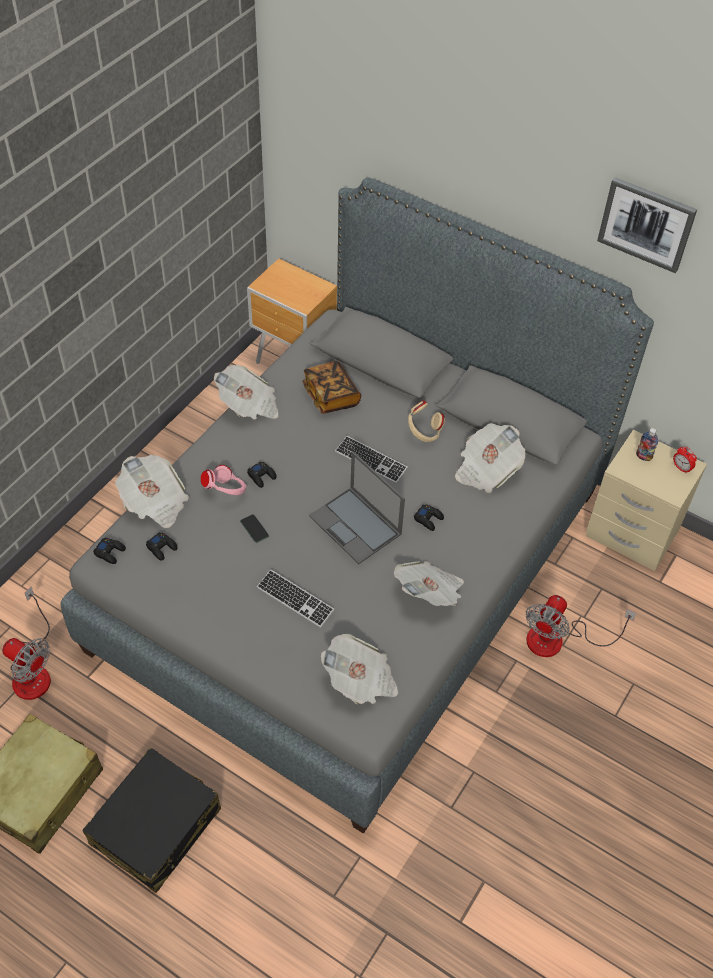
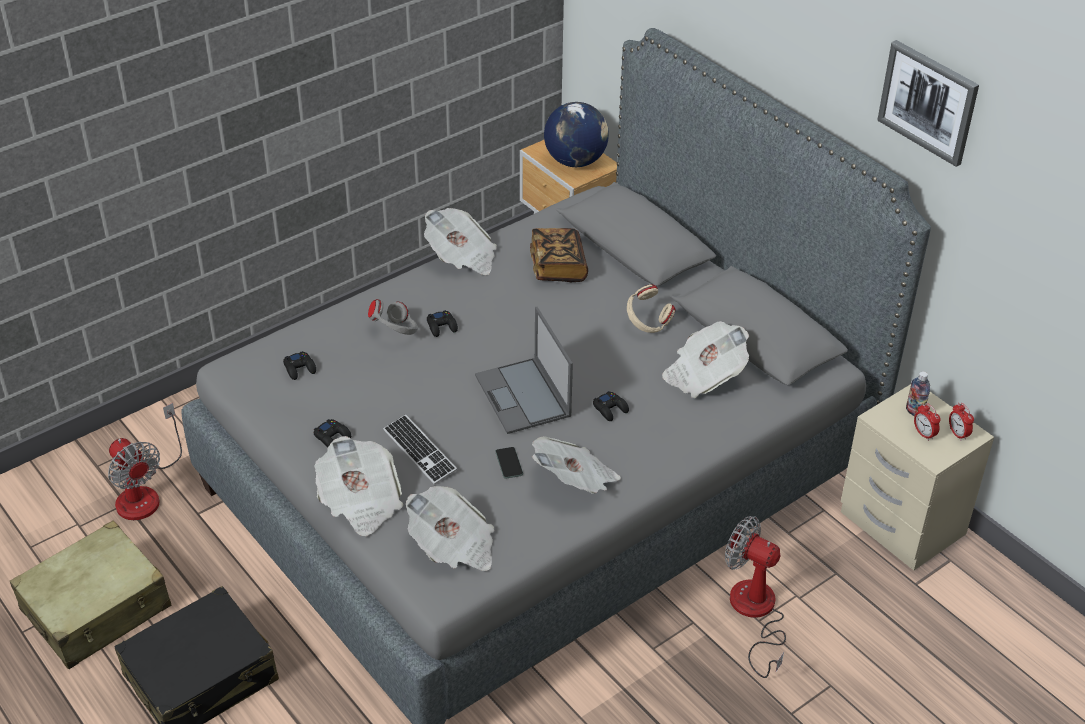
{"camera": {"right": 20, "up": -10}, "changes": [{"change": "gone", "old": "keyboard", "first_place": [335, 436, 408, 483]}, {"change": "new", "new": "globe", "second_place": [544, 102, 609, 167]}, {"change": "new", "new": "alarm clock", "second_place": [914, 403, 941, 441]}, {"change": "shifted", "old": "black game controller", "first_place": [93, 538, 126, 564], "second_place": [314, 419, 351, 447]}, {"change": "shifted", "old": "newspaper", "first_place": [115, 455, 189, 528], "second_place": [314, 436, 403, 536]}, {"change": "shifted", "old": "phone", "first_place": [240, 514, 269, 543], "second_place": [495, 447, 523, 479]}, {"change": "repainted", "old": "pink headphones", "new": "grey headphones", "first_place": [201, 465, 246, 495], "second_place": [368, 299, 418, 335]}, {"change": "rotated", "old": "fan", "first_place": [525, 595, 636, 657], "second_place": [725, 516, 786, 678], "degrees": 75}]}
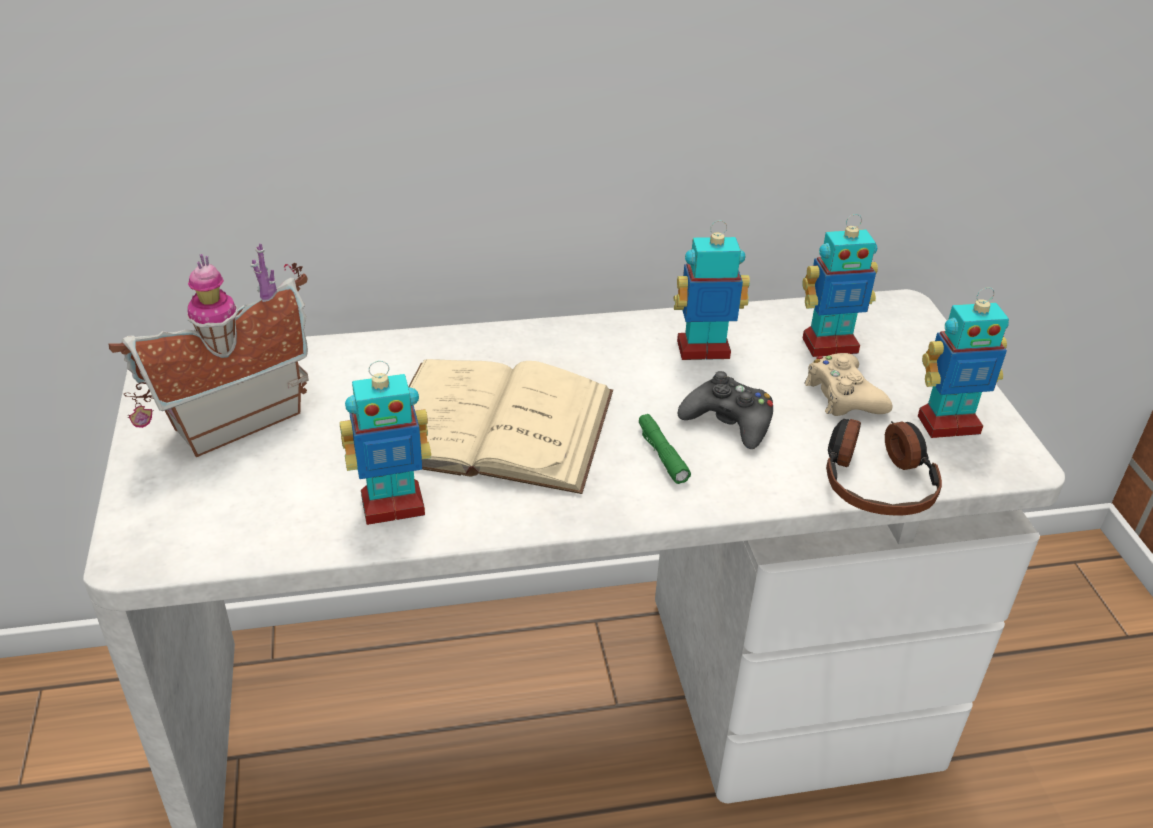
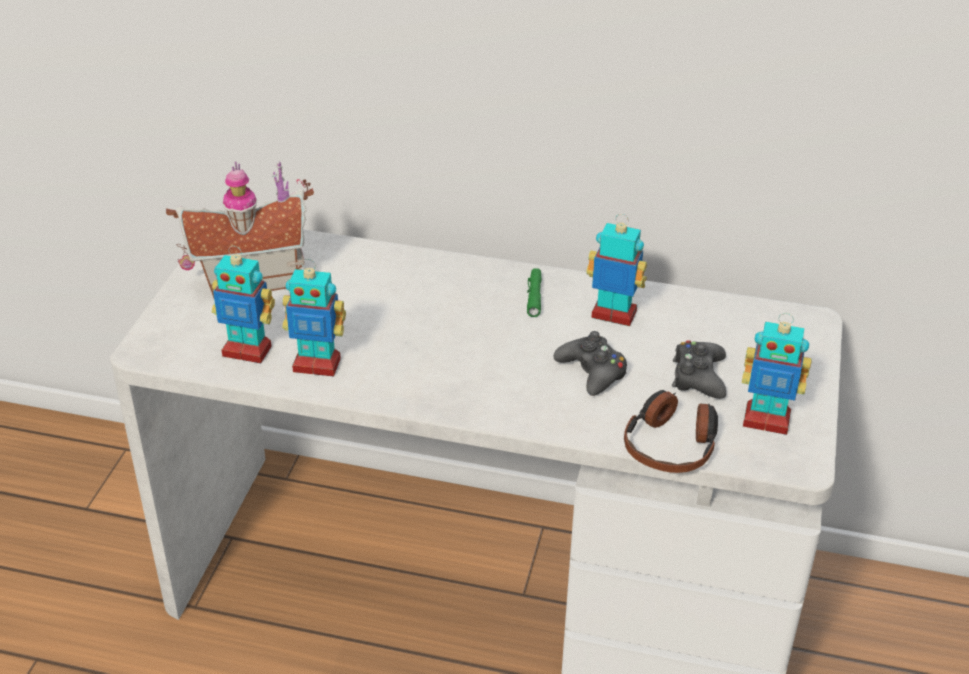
{"camera": {"right": 25, "up": 0}, "changes": [{"change": "gone", "old": "beige book", "first_place": [408, 359, 613, 494]}, {"change": "shifted", "old": "green flashlight", "first_place": [639, 414, 691, 484], "second_place": [527, 268, 541, 317]}, {"change": "shifted", "old": "toy robot", "first_place": [802, 214, 878, 357], "second_place": [212, 246, 275, 363]}, {"change": "repainted", "old": "beige game controller", "new": "black game controller", "first_place": [804, 353, 893, 416], "second_place": [672, 341, 726, 399]}]}
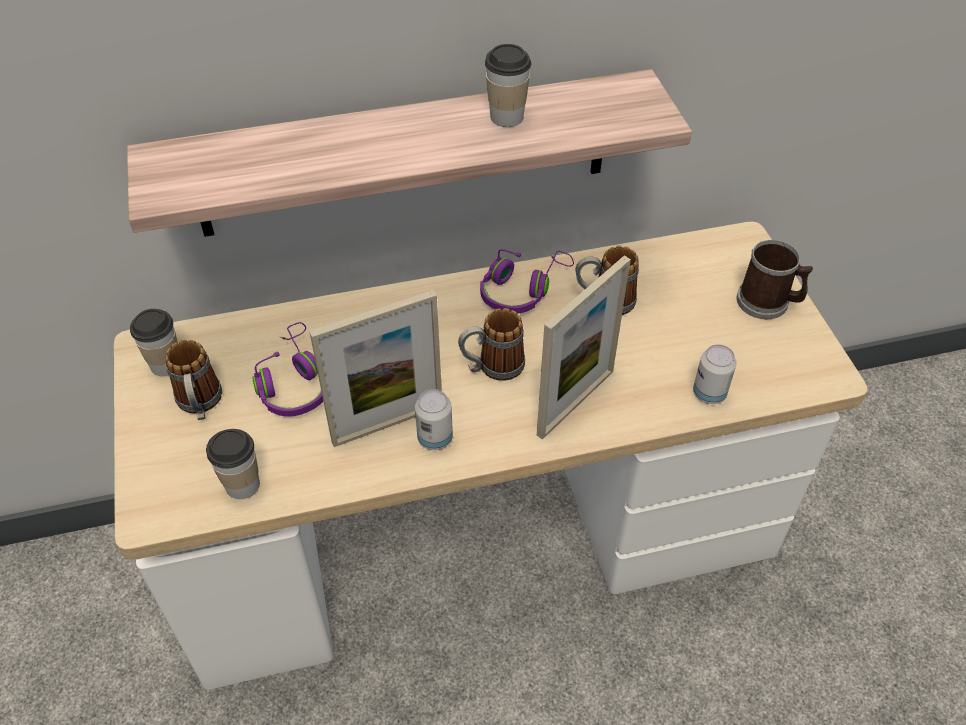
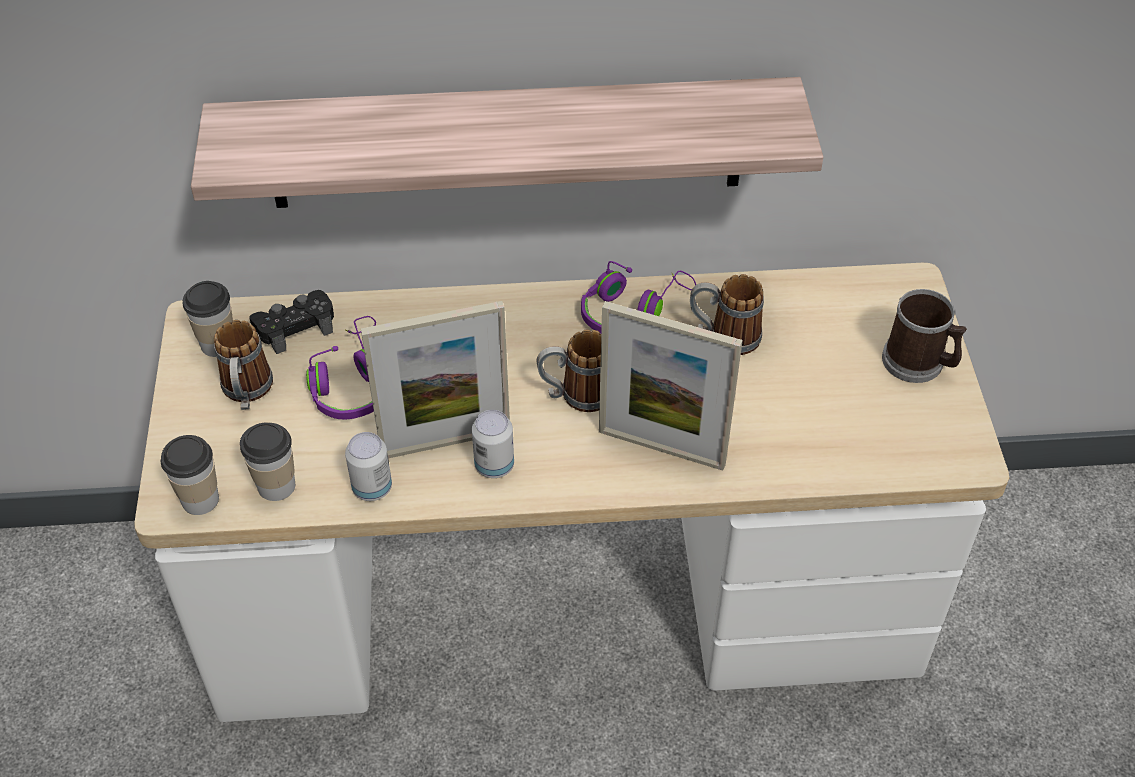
{"camera": {"right": 10, "up": 0}, "changes": [{"change": "new", "new": "black game controller", "second_place": [249, 290, 334, 354]}, {"change": "shifted", "old": "cup", "first_place": [485, 44, 531, 127], "second_place": [161, 435, 219, 515]}, {"change": "shifted", "old": "can", "first_place": [693, 344, 736, 404], "second_place": [345, 432, 392, 501]}, {"change": "rotated", "old": "picture frame", "first_place": [537, 256, 631, 439], "second_place": [599, 301, 743, 471], "degrees": 60}]}
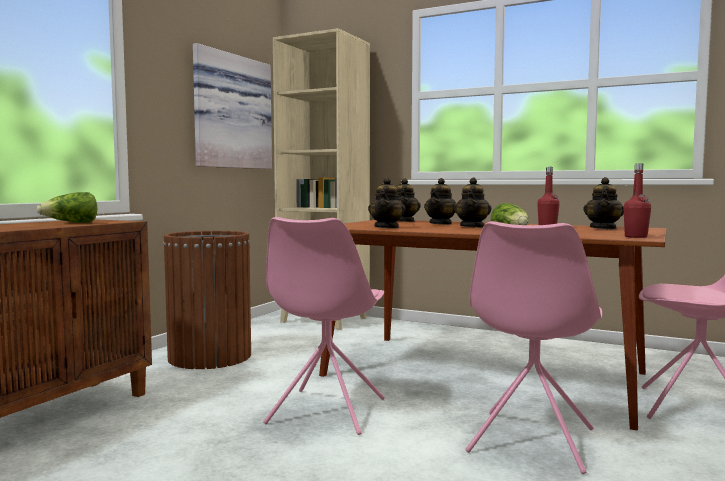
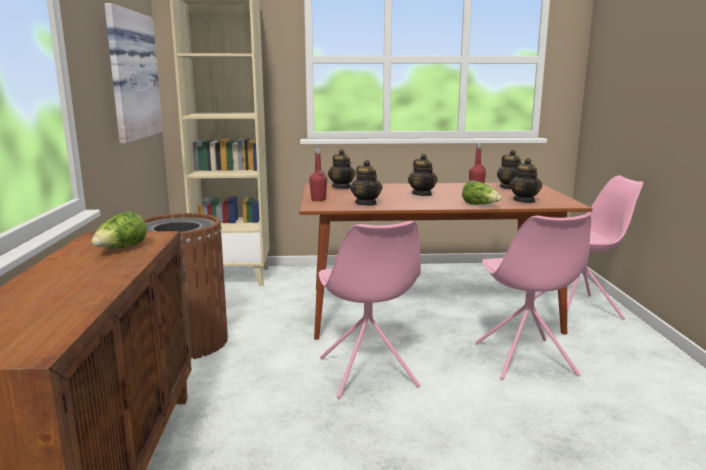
{"camera": {"right": -30, "up": 10}, "changes": [{"change": "shifted", "old": "teapot", "first_place": [424, 178, 456, 225], "second_place": [510, 158, 542, 203]}, {"change": "shifted", "old": "red bottle", "first_place": [623, 163, 651, 238], "second_place": [309, 148, 327, 201]}]}
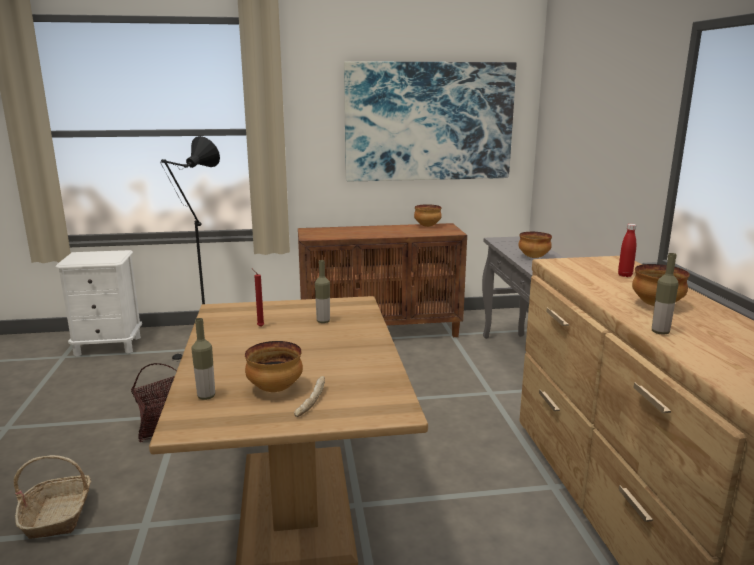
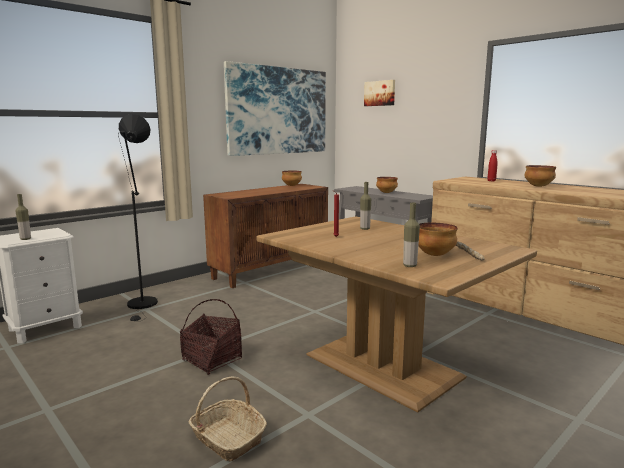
{"camera": {"right": -35, "up": -5}, "changes": [{"change": "new", "new": "picture", "second_place": [364, 80, 395, 106]}, {"change": "shifted", "old": "bottle", "first_place": [652, 253, 679, 334], "second_place": [15, 194, 31, 240]}]}
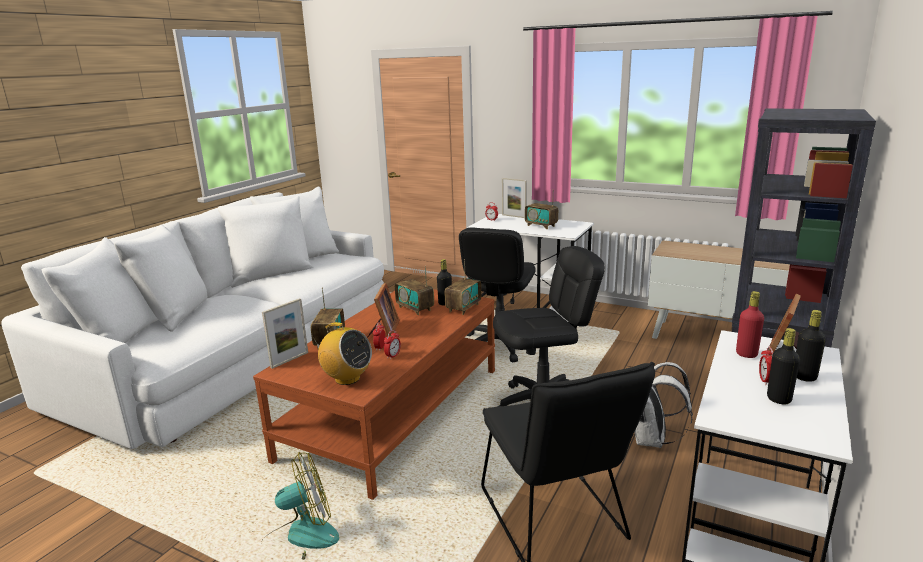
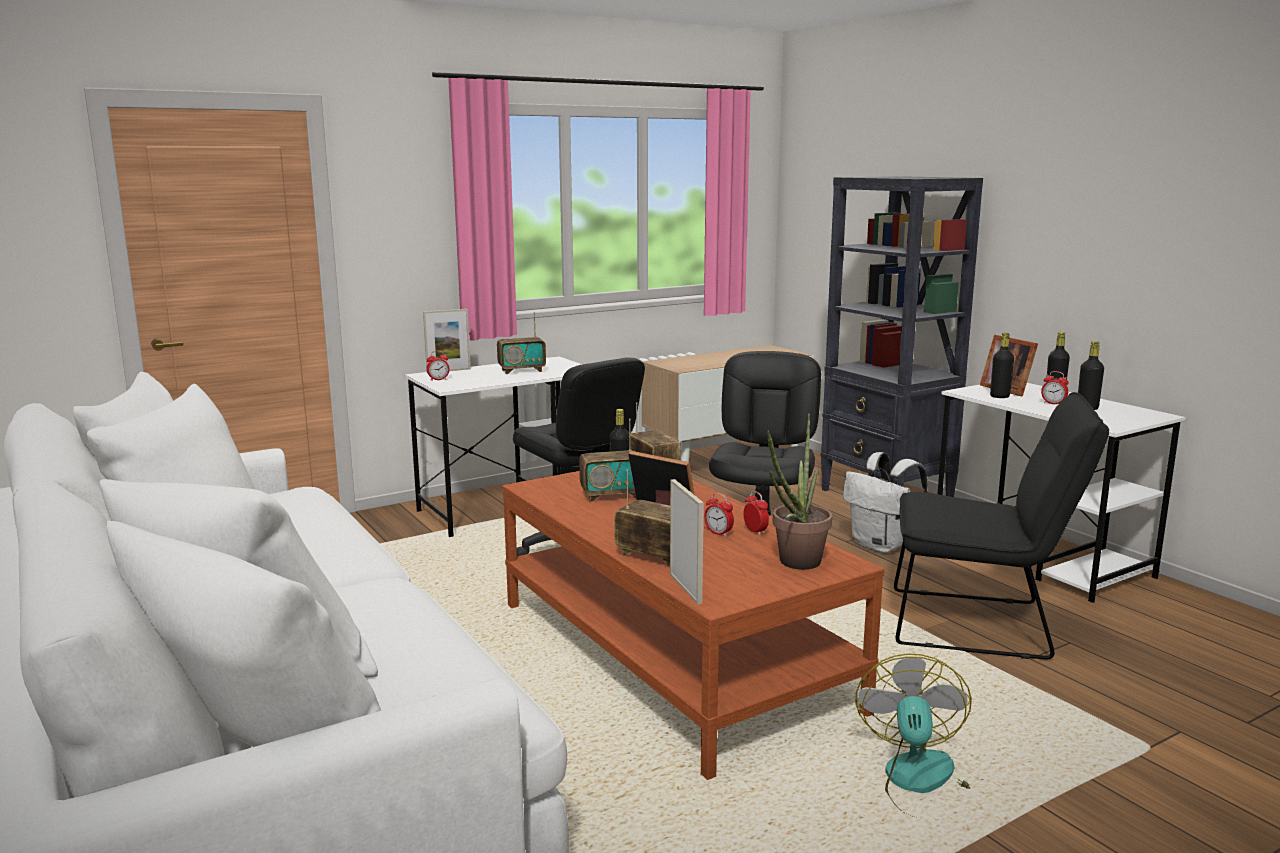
{"camera": {"right": -60, "up": -5}, "changes": [{"change": "swapped", "old": "radio", "new": "potted plant", "first_place": [314, 322, 372, 385], "second_place": [767, 413, 832, 570]}, {"change": "repainted", "old": "red bottle", "new": "black bottle", "first_place": [736, 291, 764, 358], "second_place": [990, 333, 1014, 398]}]}
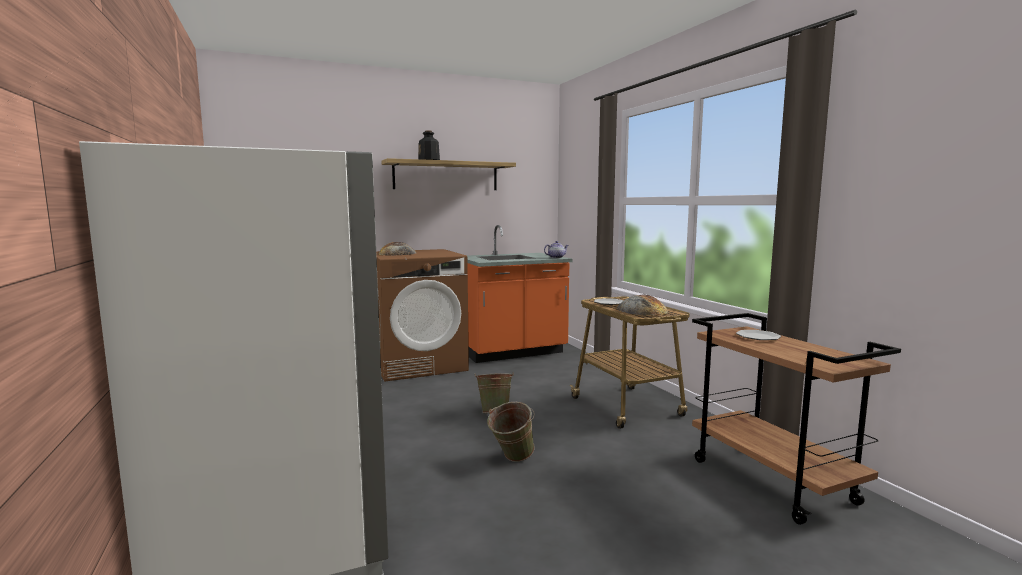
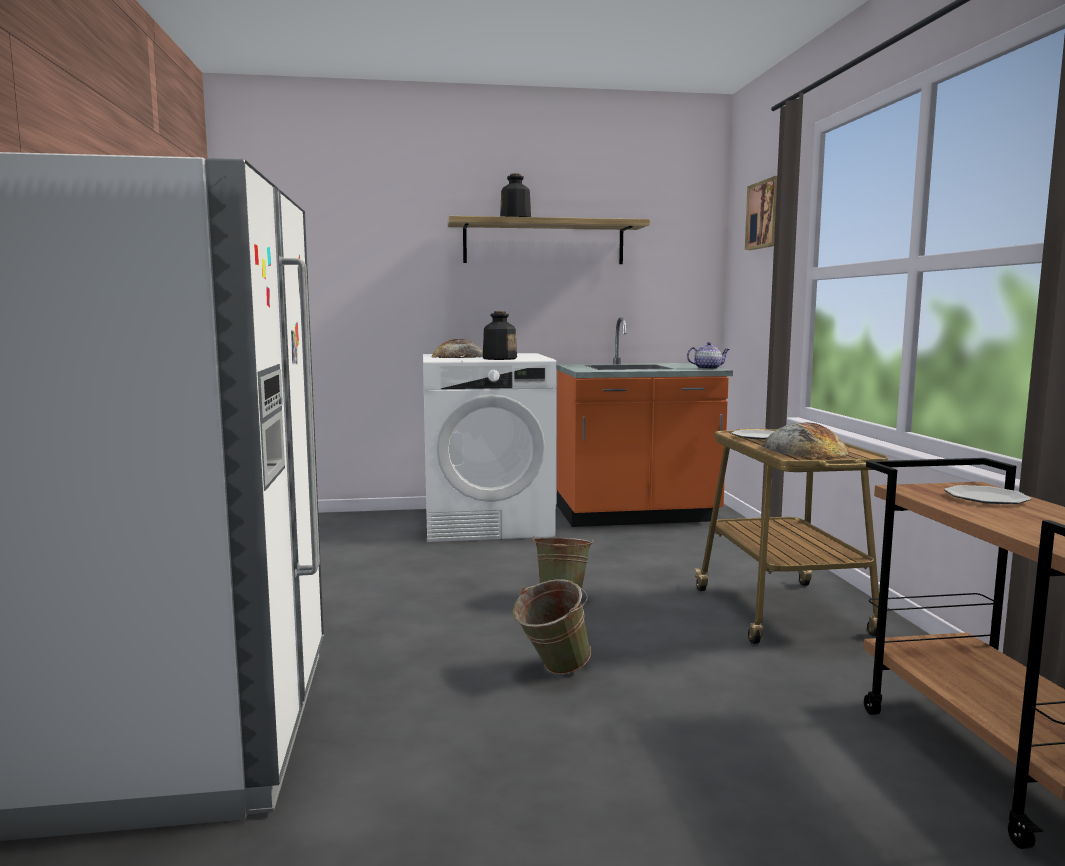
{"camera": {"right": 15, "up": 0}, "changes": [{"change": "new", "new": "bottle", "second_place": [483, 311, 517, 360]}, {"change": "new", "new": "picture", "second_place": [745, 176, 777, 250]}, {"change": "repainted", "old": "brown washing machine", "new": "white washing machine", "first_place": [376, 249, 469, 382], "second_place": [423, 353, 556, 542]}]}
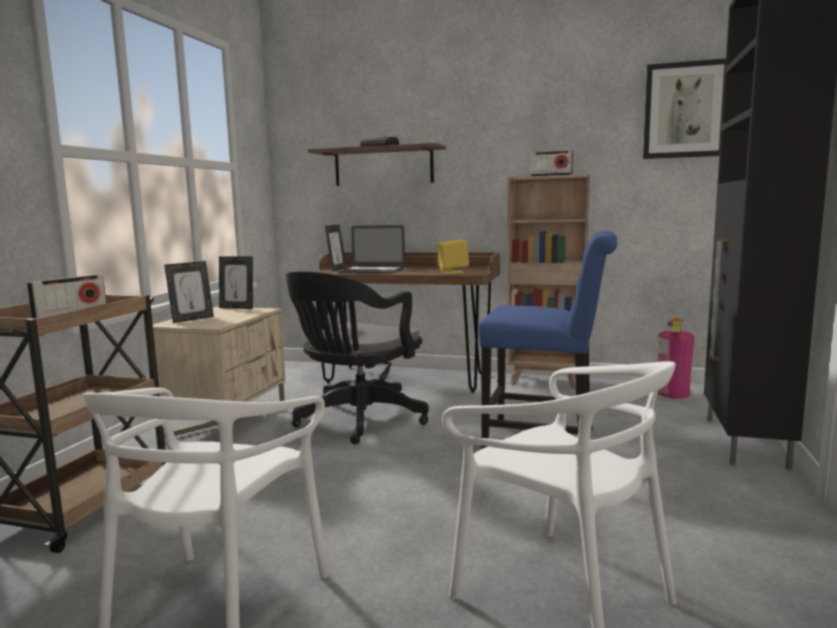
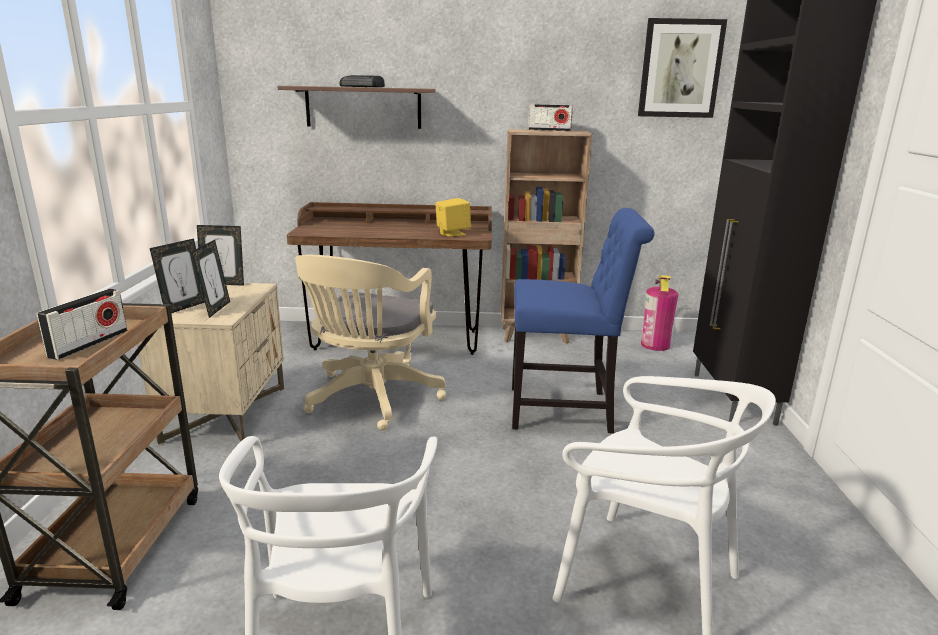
{"camera": {"right": -15, "up": 10}, "changes": [{"change": "gone", "old": "laptop", "first_place": [337, 225, 405, 273]}, {"change": "shifted", "old": "picture frame", "first_place": [325, 225, 346, 272], "second_place": [192, 240, 230, 318]}, {"change": "repainted", "old": "black office chair", "new": "beige office chair", "first_place": [286, 271, 429, 444], "second_place": [295, 255, 446, 431]}]}
